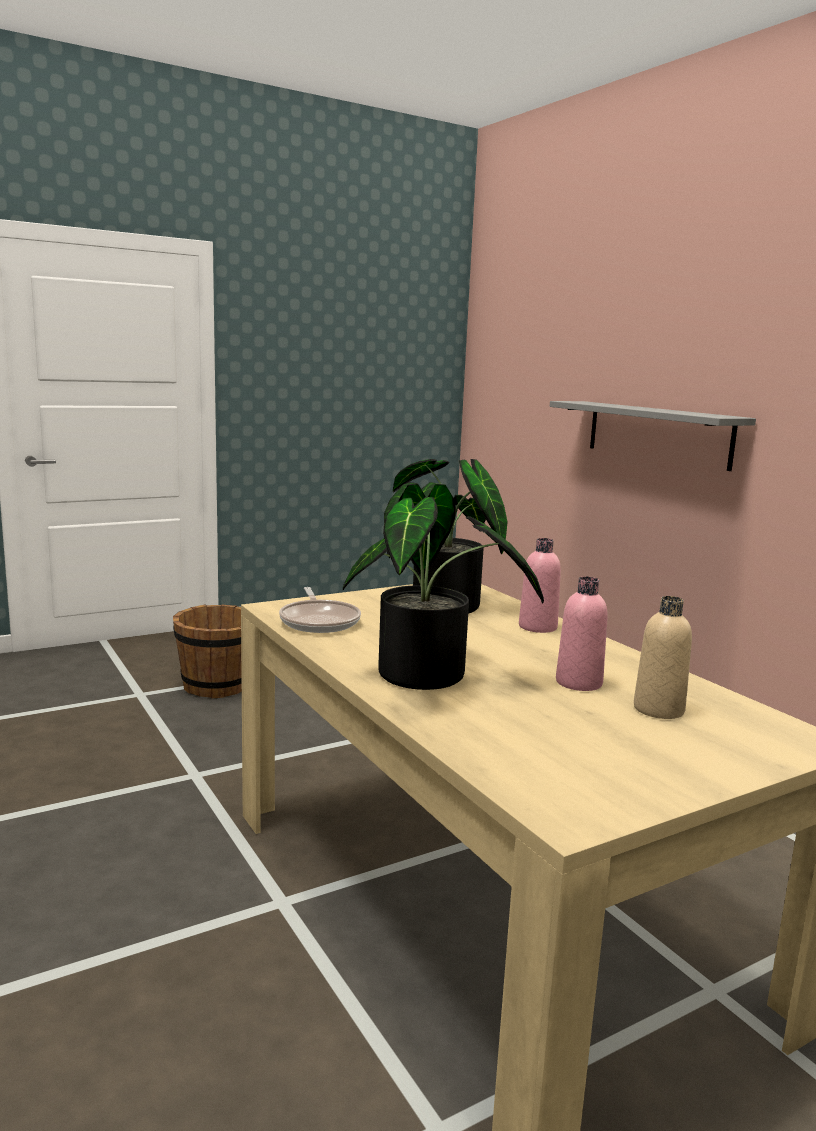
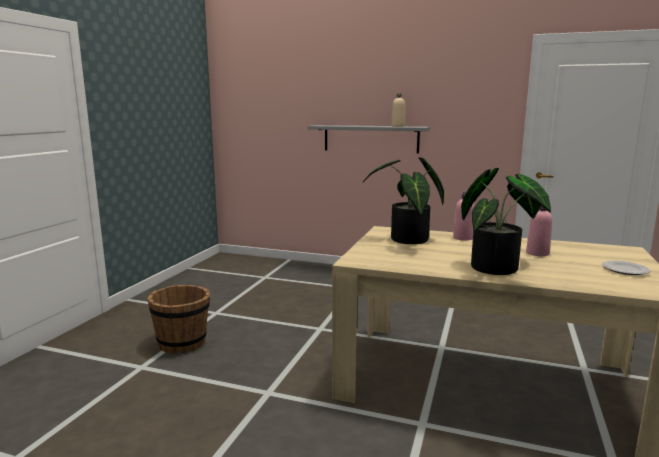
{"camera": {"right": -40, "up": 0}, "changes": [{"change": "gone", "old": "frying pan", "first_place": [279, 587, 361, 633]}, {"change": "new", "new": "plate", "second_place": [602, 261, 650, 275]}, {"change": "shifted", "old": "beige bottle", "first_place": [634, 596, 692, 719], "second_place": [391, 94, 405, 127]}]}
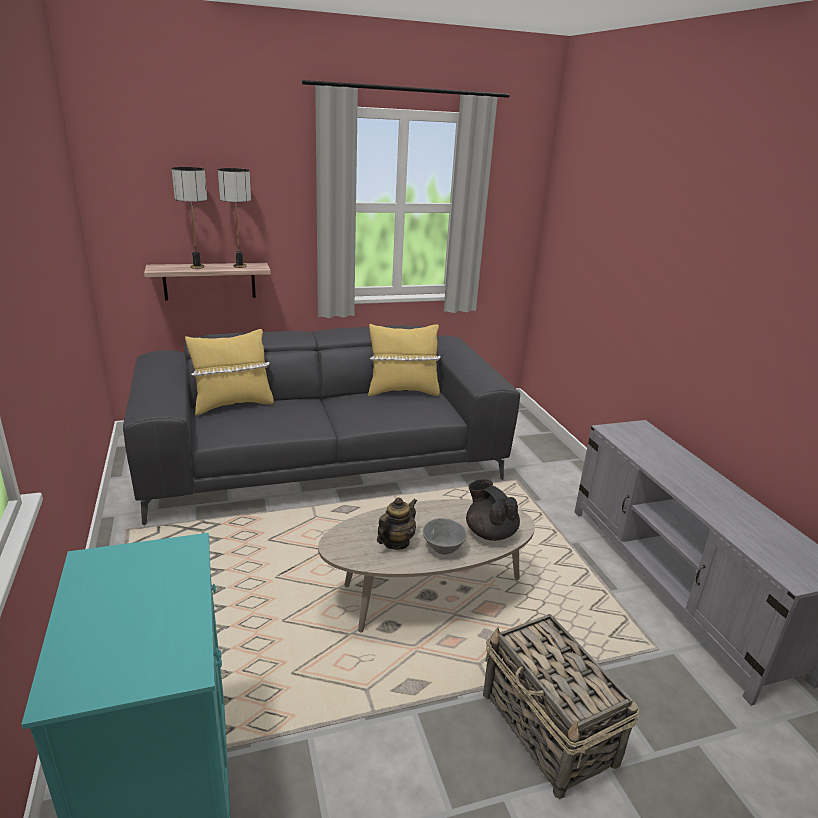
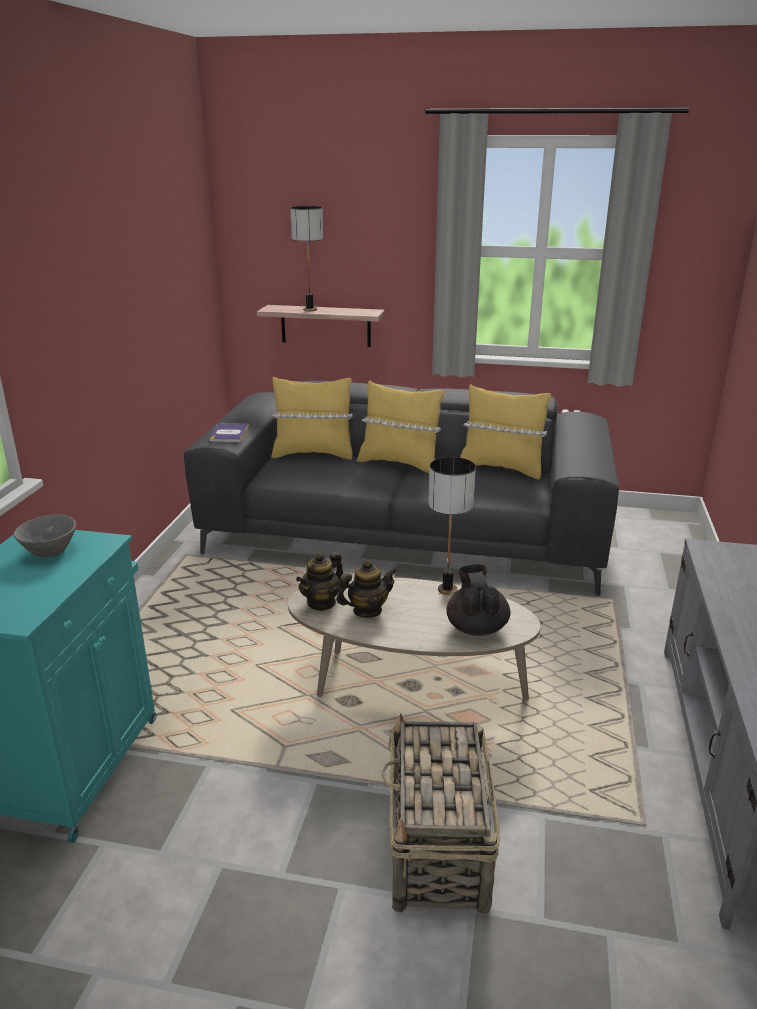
{"camera": {"right": 30, "up": 0}, "changes": [{"change": "new", "new": "book", "second_place": [209, 423, 249, 442]}, {"change": "new", "new": "teapot", "second_place": [296, 552, 343, 611]}, {"change": "new", "new": "yellow pillow", "second_place": [357, 381, 444, 474]}, {"change": "shifted", "old": "table lamp", "first_place": [218, 168, 251, 268], "second_place": [428, 457, 476, 595]}, {"change": "shifted", "old": "grey bowl", "first_place": [423, 518, 467, 555], "second_place": [14, 514, 76, 558]}]}
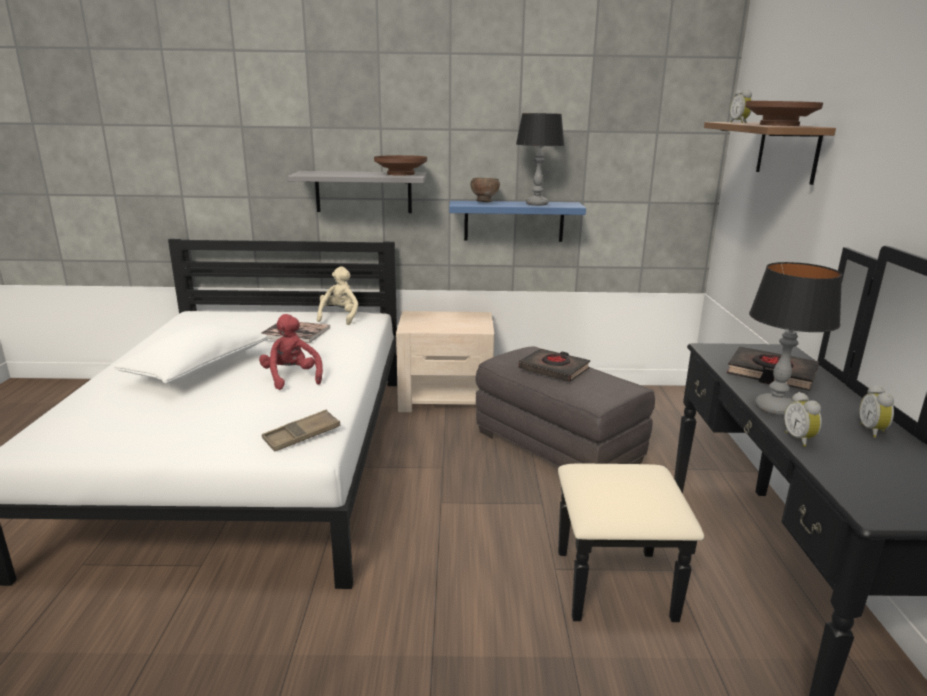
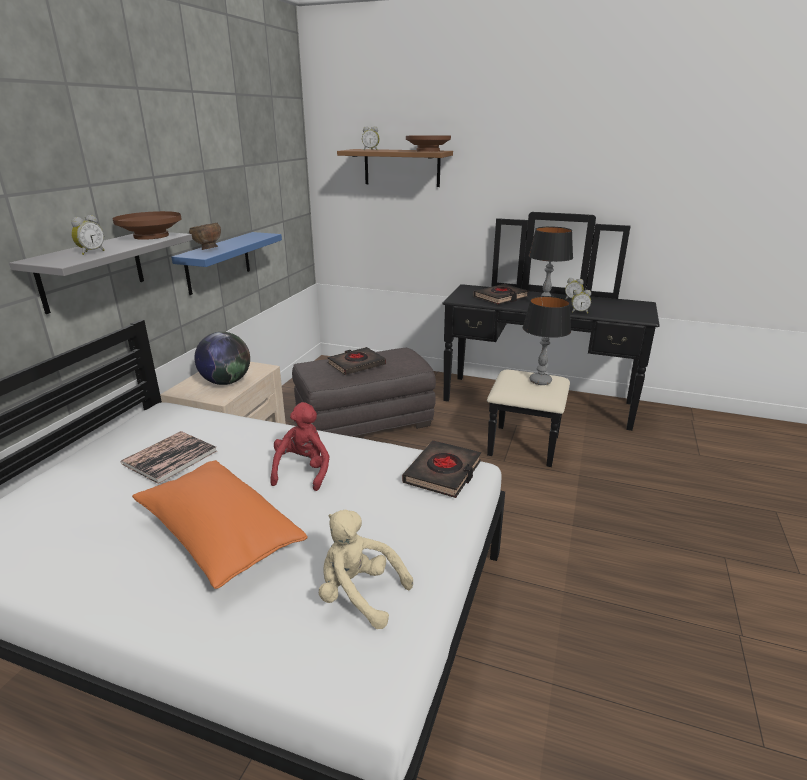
{"camera": {"right": -70, "up": 5}, "changes": [{"change": "new", "new": "alarm clock", "second_place": [71, 215, 104, 255]}, {"change": "new", "new": "globe", "second_place": [194, 332, 250, 385]}, {"change": "shifted", "old": "beige plush toy", "first_place": [317, 266, 358, 325], "second_place": [319, 509, 413, 629]}, {"change": "shifted", "old": "table lamp", "first_place": [516, 113, 564, 206], "second_place": [523, 296, 571, 385]}, {"change": "swapped", "old": "brown tray", "new": "black book", "first_place": [262, 410, 340, 452], "second_place": [402, 440, 481, 498]}, {"change": "repainted", "old": "white pillow", "new": "orange pillow", "first_place": [114, 324, 268, 384], "second_place": [132, 460, 308, 589]}, {"change": "rotated", "old": "red plush toy", "first_place": [259, 314, 323, 390], "second_place": [270, 402, 330, 491], "degrees": 105}]}
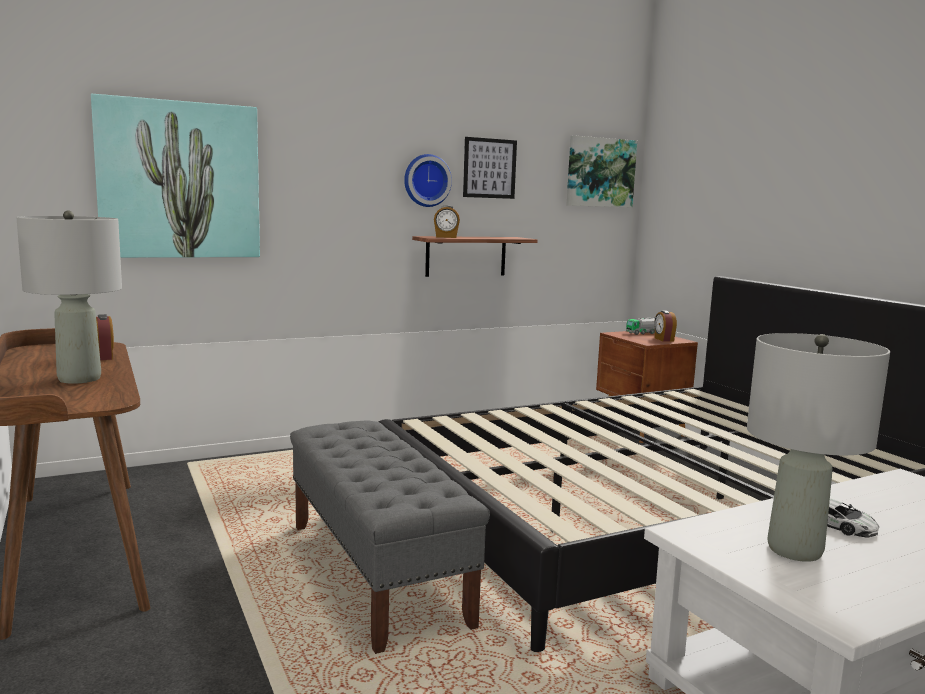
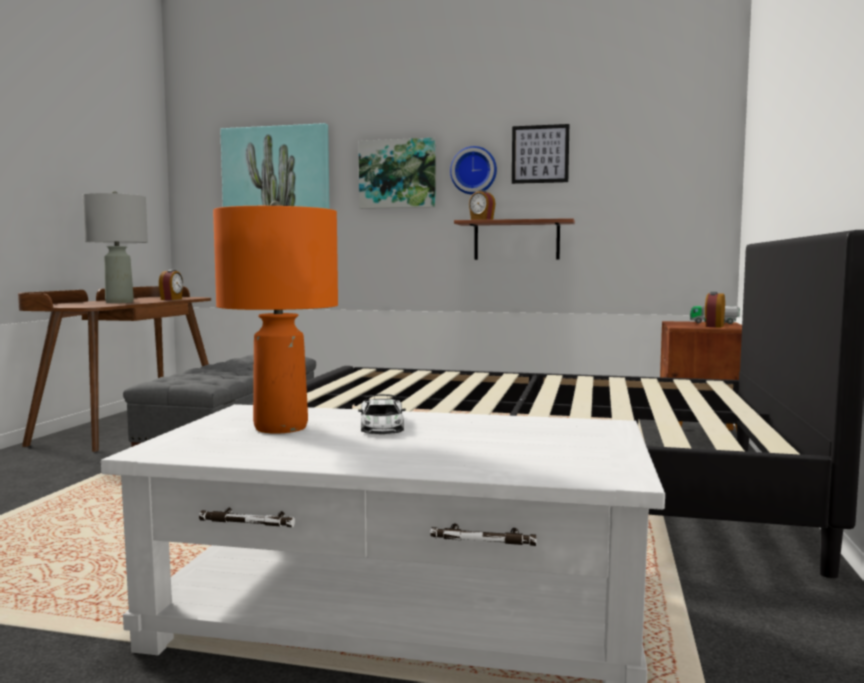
{"camera": {"right": 40, "up": -5}, "changes": [{"change": "shifted", "old": "picture", "first_place": [567, 135, 637, 208], "second_place": [359, 138, 436, 209]}, {"change": "repainted", "old": "grey table lamp", "new": "orange table lamp", "first_place": [747, 333, 890, 562], "second_place": [213, 201, 338, 434]}]}
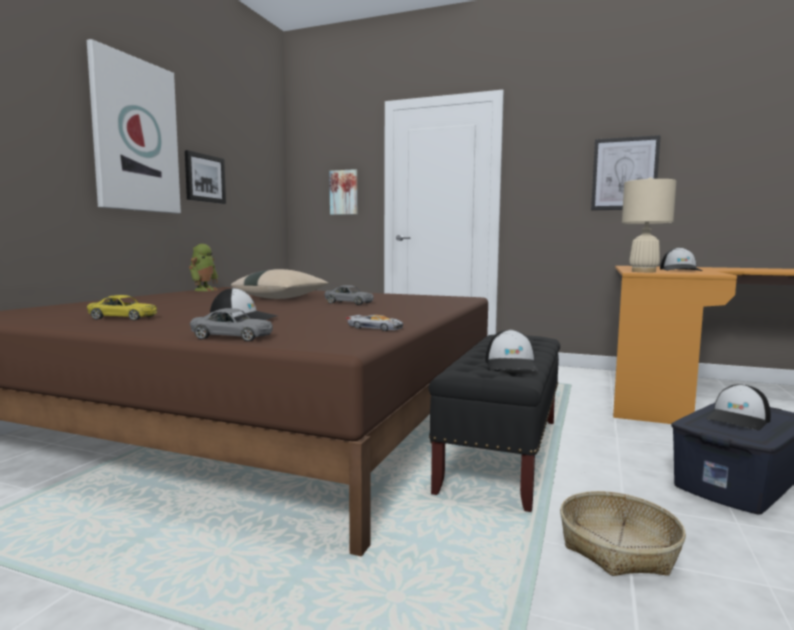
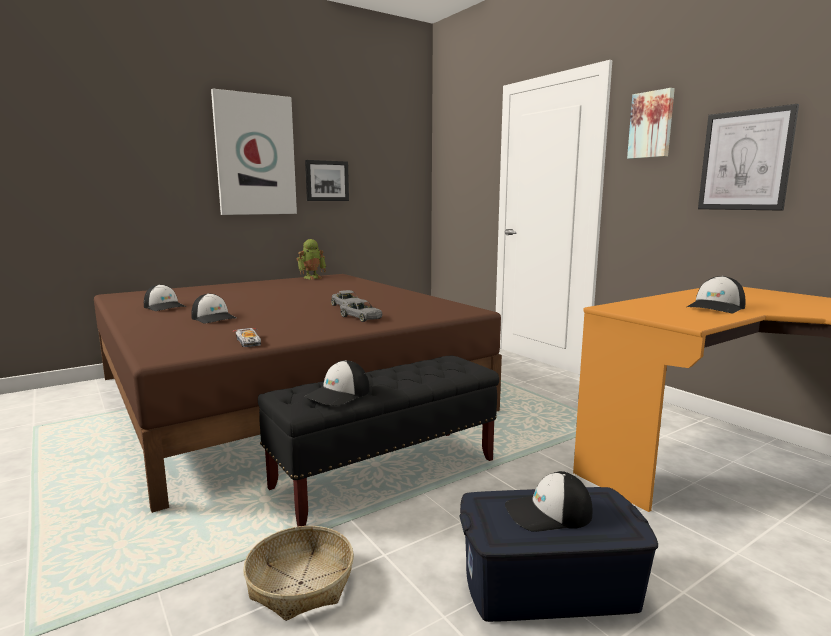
{"camera": {"right": 35, "up": 5}, "changes": [{"change": "gone", "old": "beige pillow", "first_place": [231, 269, 329, 299]}, {"change": "gone", "old": "beige table lamp", "first_place": [622, 177, 676, 272]}, {"change": "shifted", "old": "grey toy car", "first_place": [190, 308, 273, 341], "second_place": [340, 299, 382, 322]}, {"change": "shifted", "old": "picture", "first_place": [330, 169, 357, 215], "second_place": [627, 88, 675, 159]}, {"change": "swapped", "old": "yellow toy car", "new": "cap", "first_place": [87, 295, 157, 320], "second_place": [144, 284, 186, 311]}]}
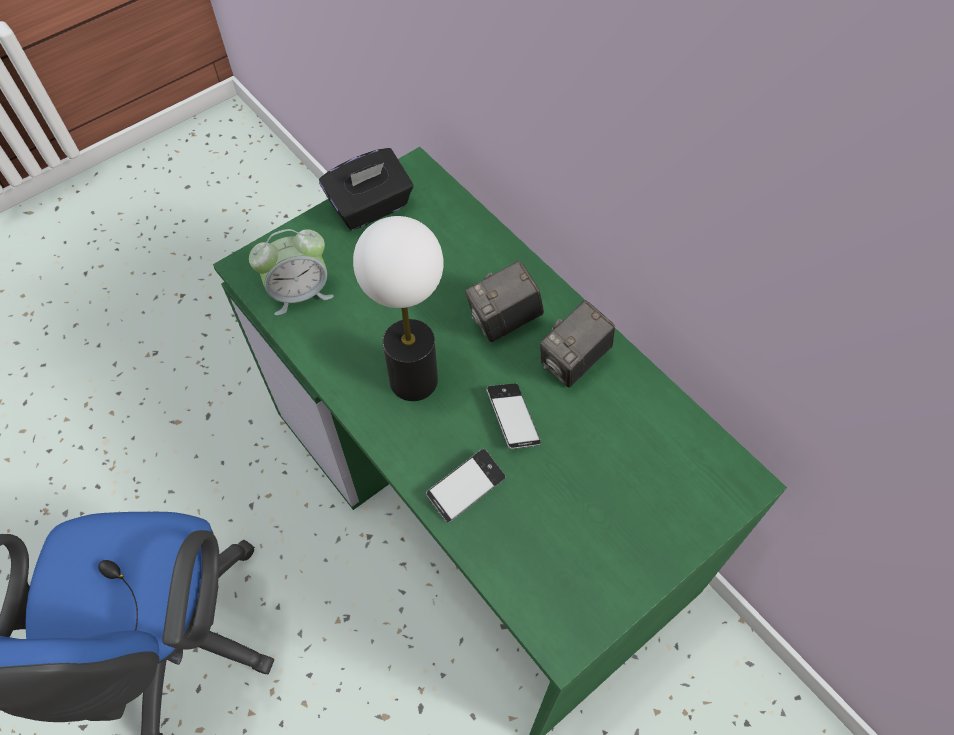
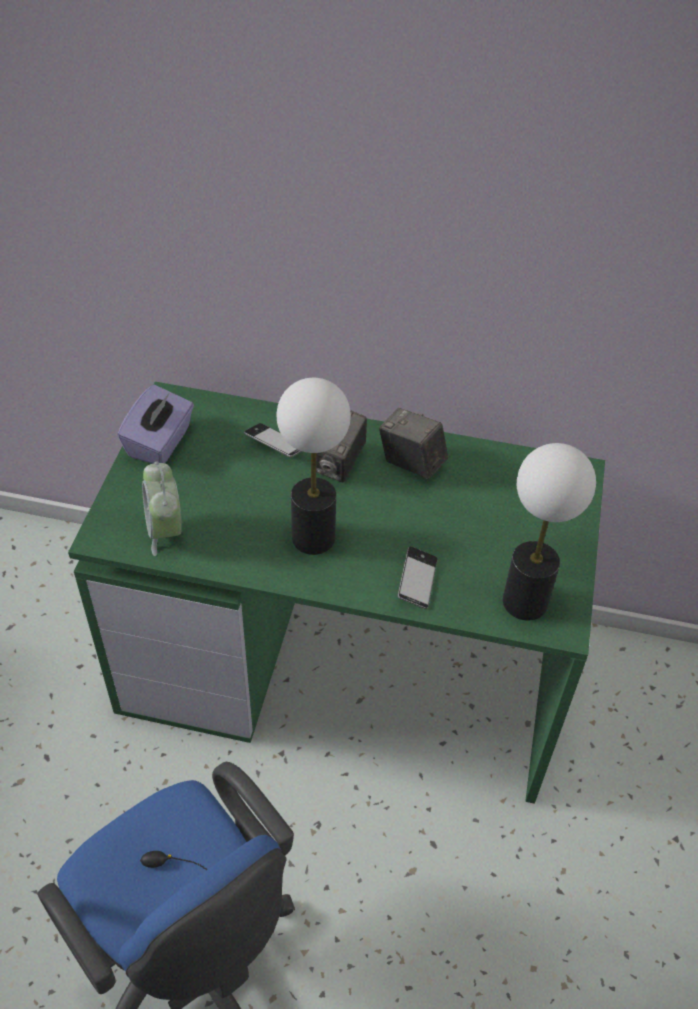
{"camera": {"right": -40, "up": -10}, "changes": [{"change": "new", "new": "table lamp", "second_place": [503, 443, 596, 621]}, {"change": "shifted", "old": "phone", "first_place": [486, 383, 541, 449], "second_place": [244, 423, 302, 457]}, {"change": "repainted", "old": "black tissue box", "new": "purple tissue box", "first_place": [319, 148, 413, 230], "second_place": [117, 385, 194, 464]}, {"change": "rotated", "old": "alarm clock", "first_place": [249, 229, 334, 315], "second_place": [142, 461, 182, 556], "degrees": 135}, {"change": "rotated", "old": "photo camera", "first_place": [540, 300, 615, 388], "second_place": [379, 408, 448, 479], "degrees": 120}]}
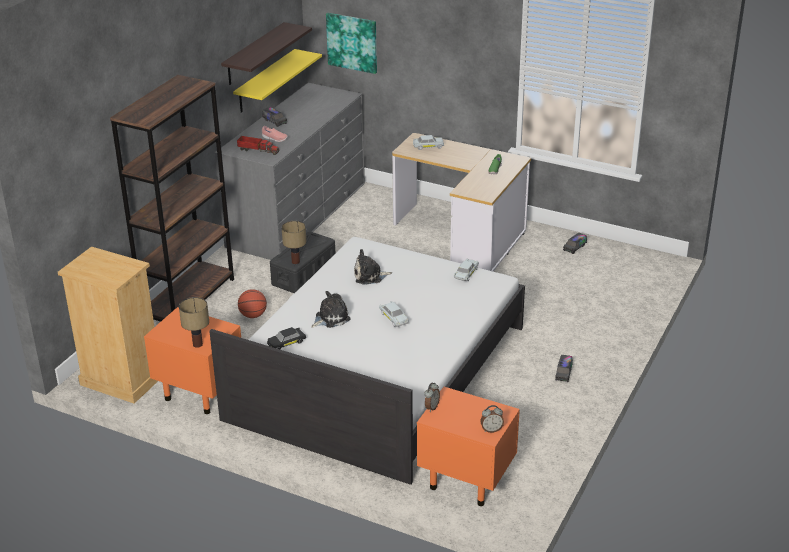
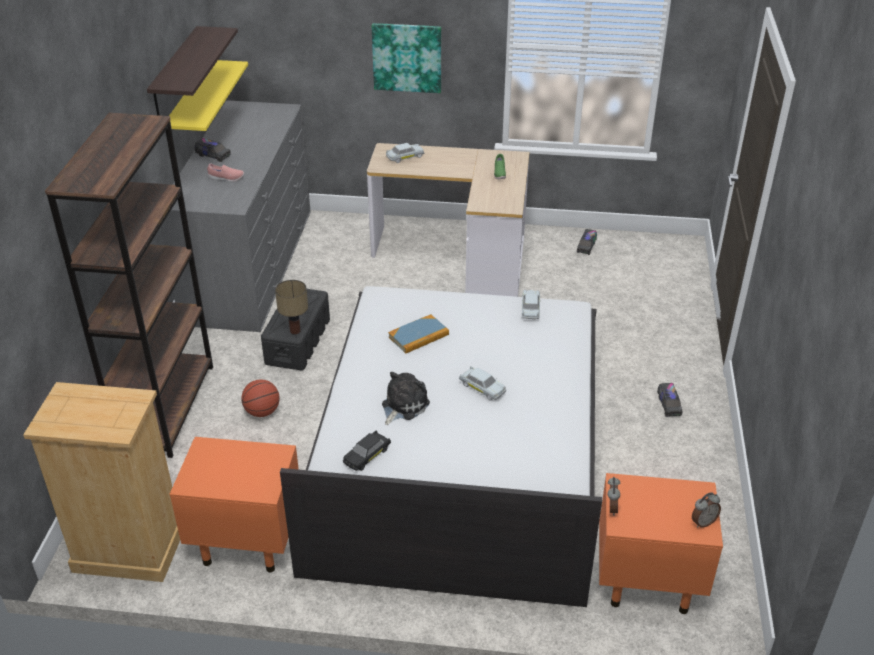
{"camera": {"right": -20, "up": 5}, "changes": [{"change": "gone", "old": "table lamp", "first_place": [179, 297, 209, 348]}, {"change": "gone", "old": "toy truck", "first_place": [237, 136, 280, 155]}, {"change": "shifted", "old": "picture", "first_place": [326, 13, 377, 74], "second_place": [372, 23, 441, 93]}, {"change": "swapped", "old": "plush toy", "new": "book", "first_place": [354, 249, 392, 285], "second_place": [388, 314, 449, 354]}]}
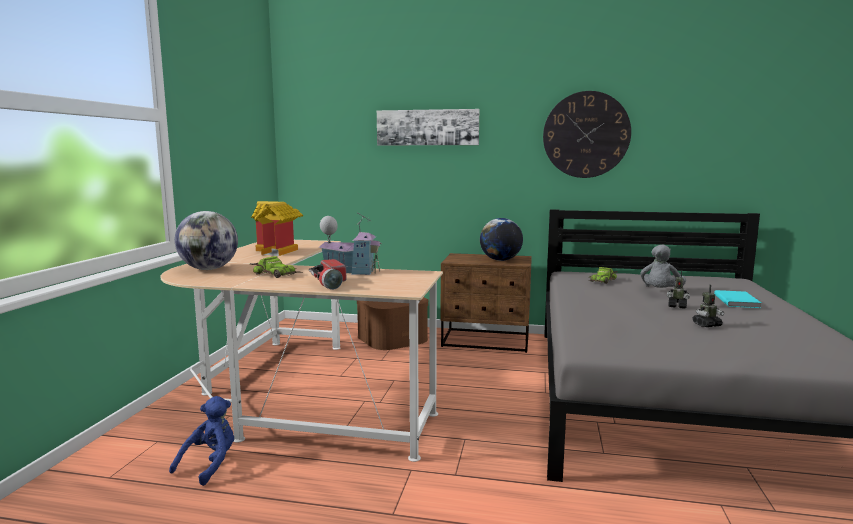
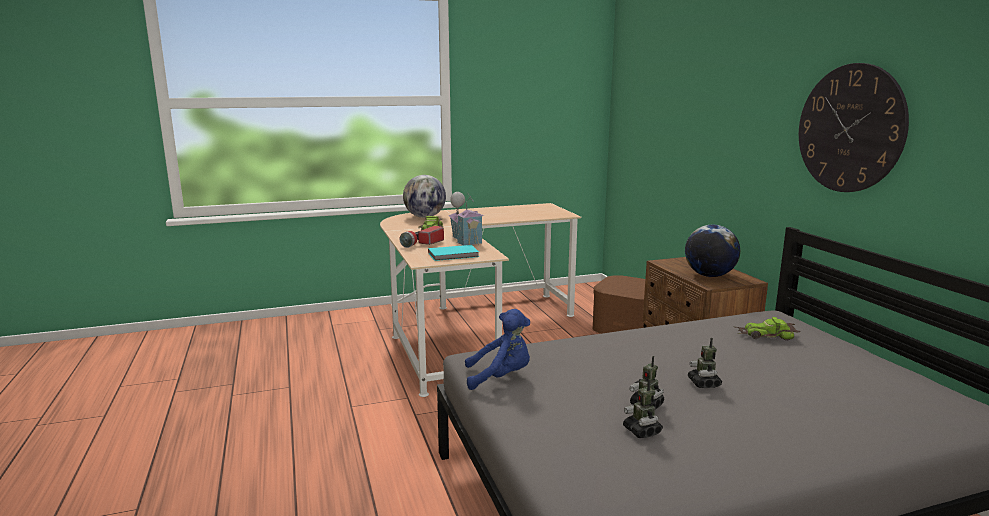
{"camera": {"right": 60, "up": 5}, "changes": [{"change": "gone", "old": "toy house", "first_place": [251, 201, 303, 256]}, {"change": "gone", "old": "picture", "first_place": [377, 109, 479, 145]}, {"change": "gone", "old": "grey plush toy", "first_place": [640, 245, 686, 288]}, {"change": "new", "new": "toy robot", "second_place": [623, 379, 663, 438]}, {"change": "shifted", "old": "blue plush toy", "first_place": [169, 396, 234, 486], "second_place": [465, 309, 530, 390]}, {"change": "shifted", "old": "turquoise book", "first_place": [714, 290, 761, 308], "second_place": [428, 245, 479, 261]}]}
